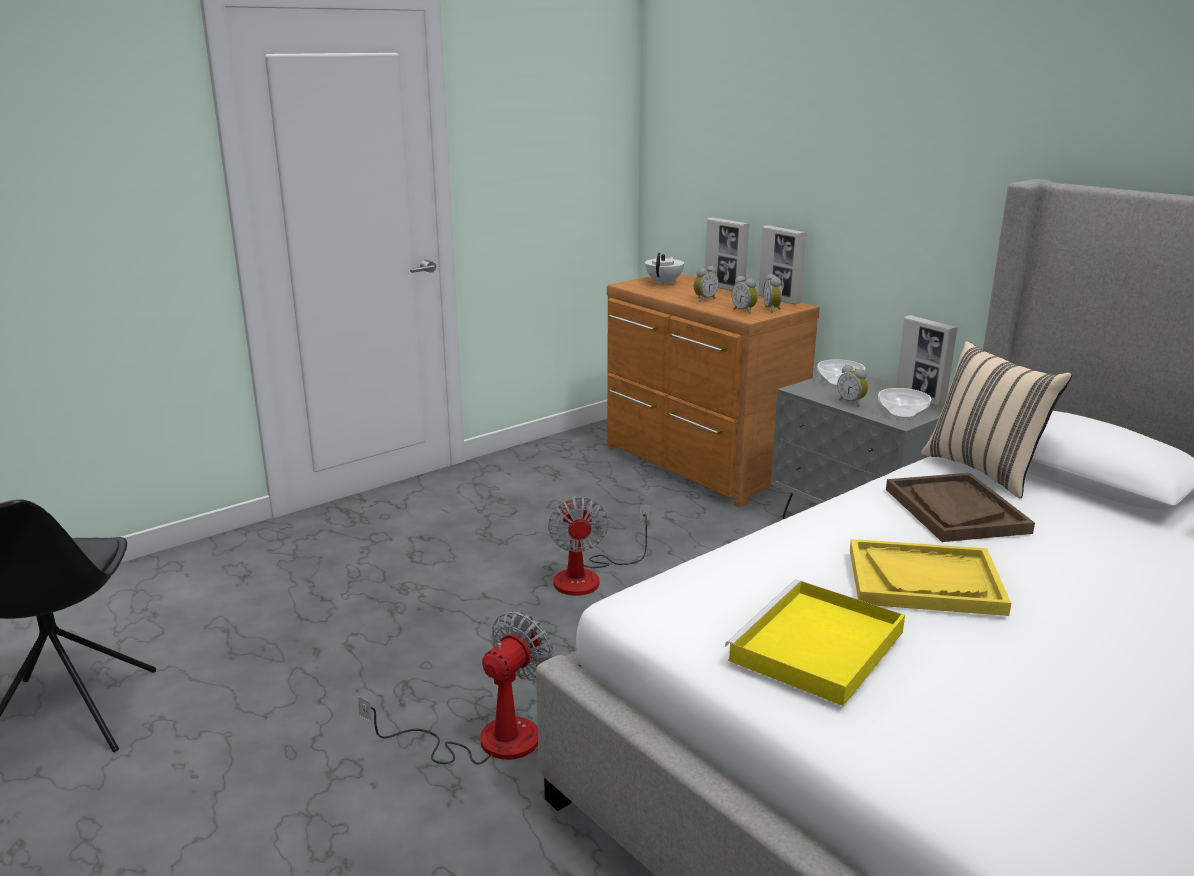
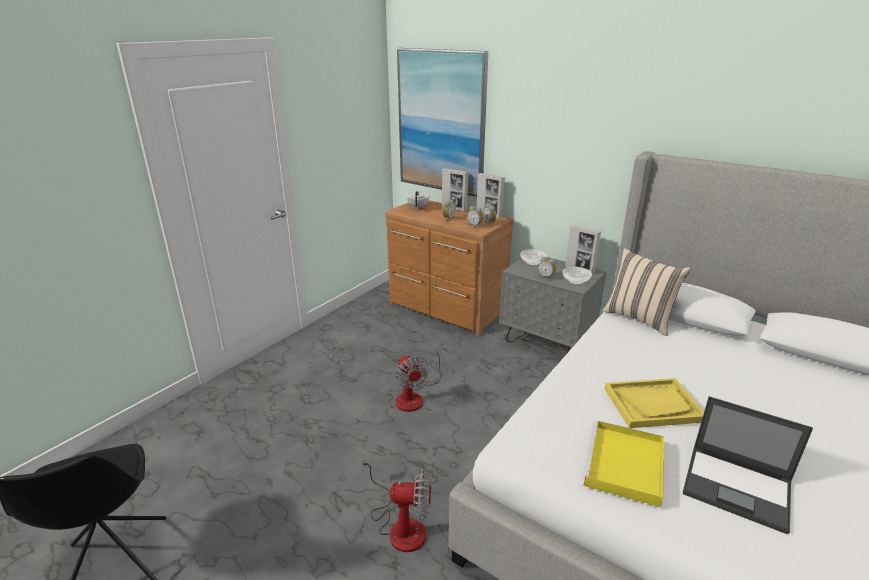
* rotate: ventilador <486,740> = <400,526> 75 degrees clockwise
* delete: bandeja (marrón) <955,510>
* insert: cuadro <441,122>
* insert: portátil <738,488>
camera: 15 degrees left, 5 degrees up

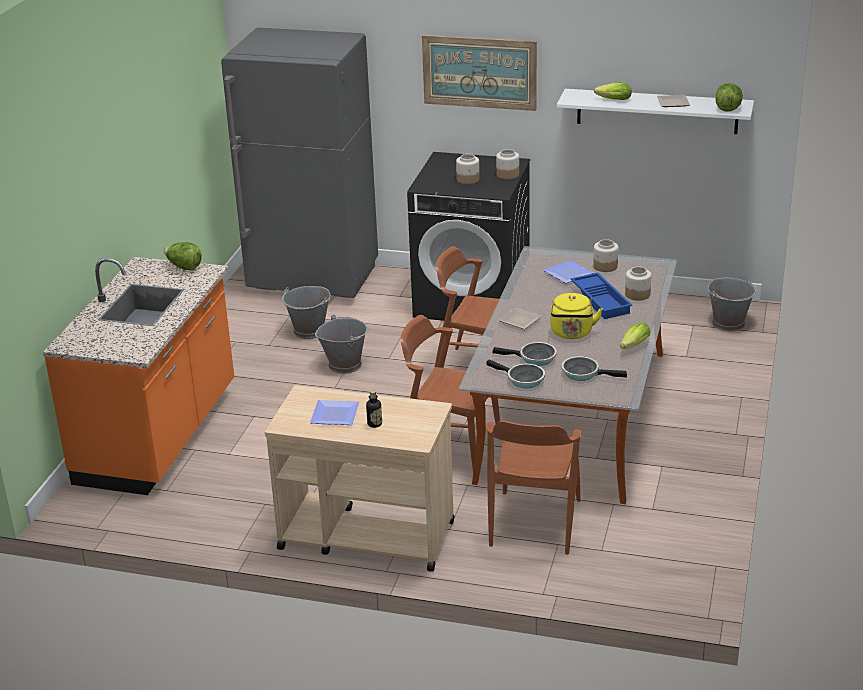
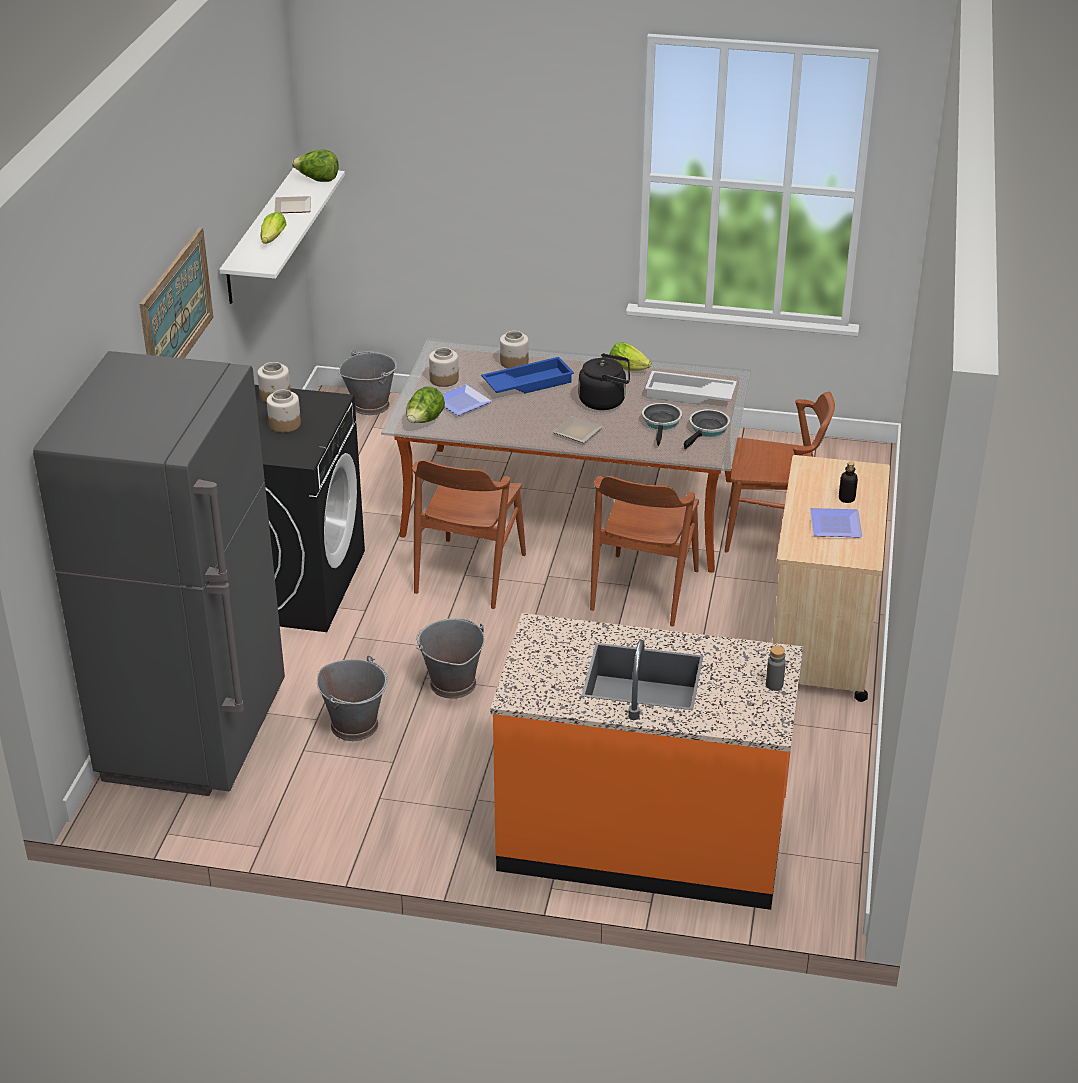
* move: lechuga <184,267> to <424,421>
* recolor: hervidor (amarillo) <572,333> to hervidor (negro) <605,401>
* replace: sartén <584,373> to bandeja (blanco) <689,395>
* insert: botella (gris) <774,685>
camera: 95 degrees left, 5 degrees up

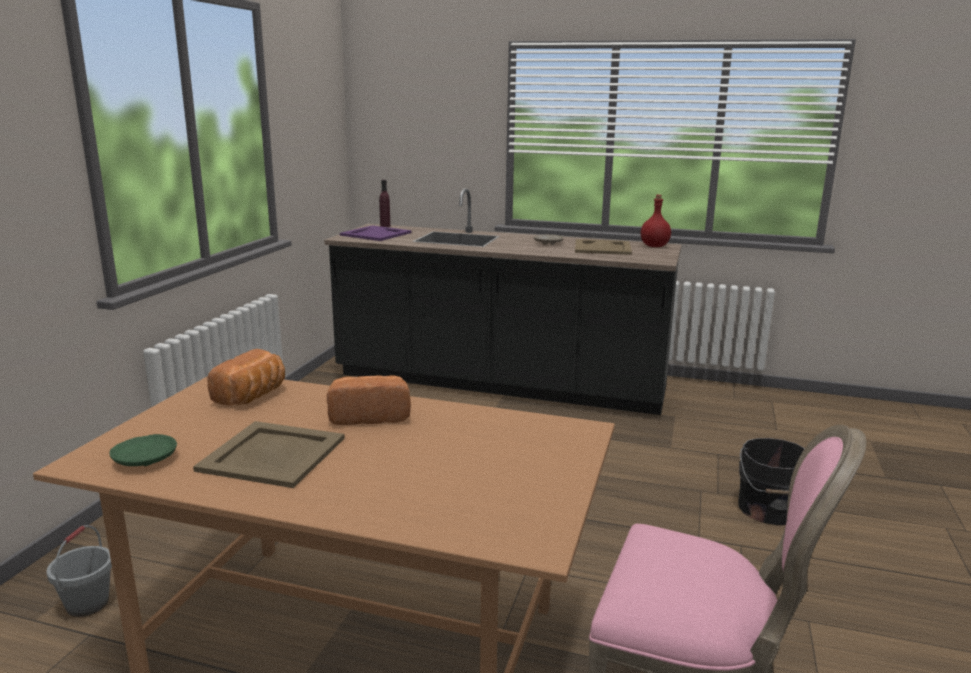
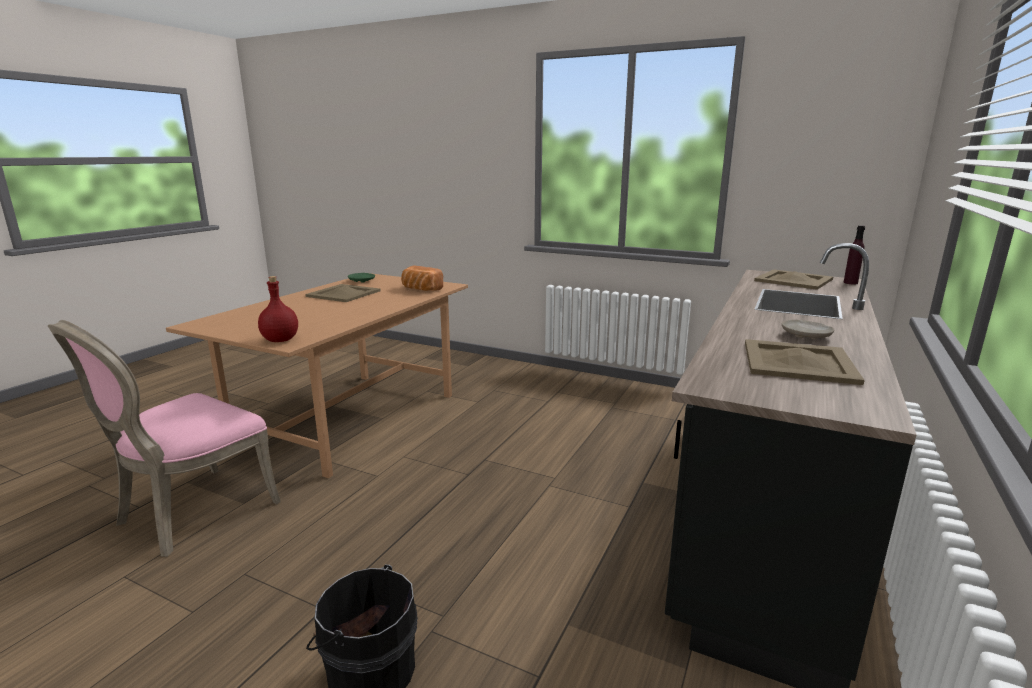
* delete: cubo (gris) <87,603>
* delete: pan <370,416>
* recolor: bandeja (morado) <376,234> to bandeja (beis) <793,280>
* move: botella (rojo) <654,246> to <281,340>
camera: 100 degrees right, 0 degrees up

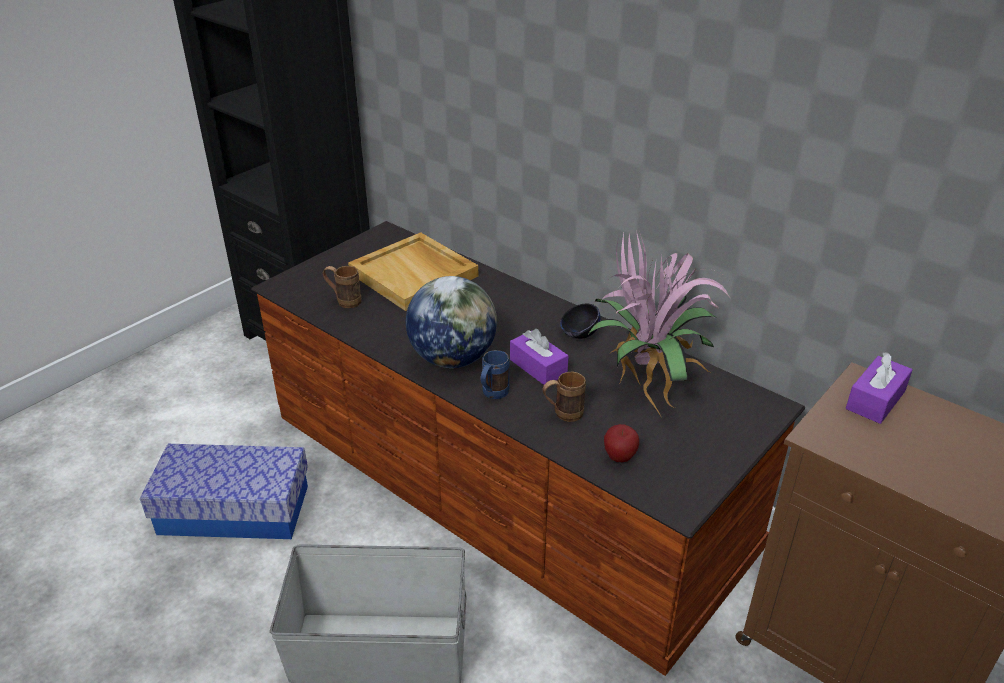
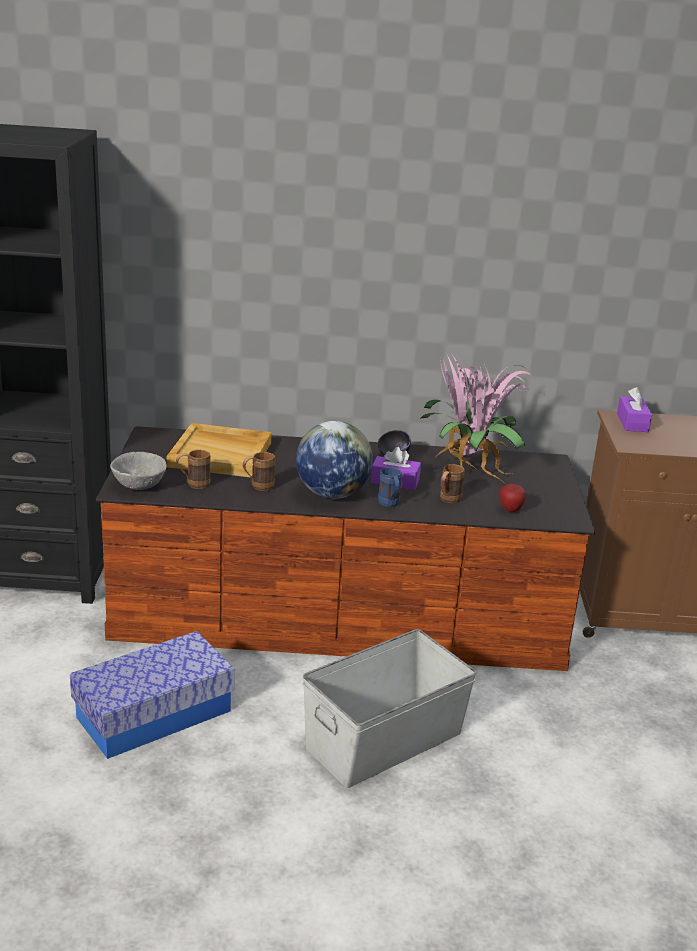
* insert: cuenco (gris) <139,485>
* insert: taza grande (marrón) <258,487>
camera: 40 degrees left, 10 degrees down

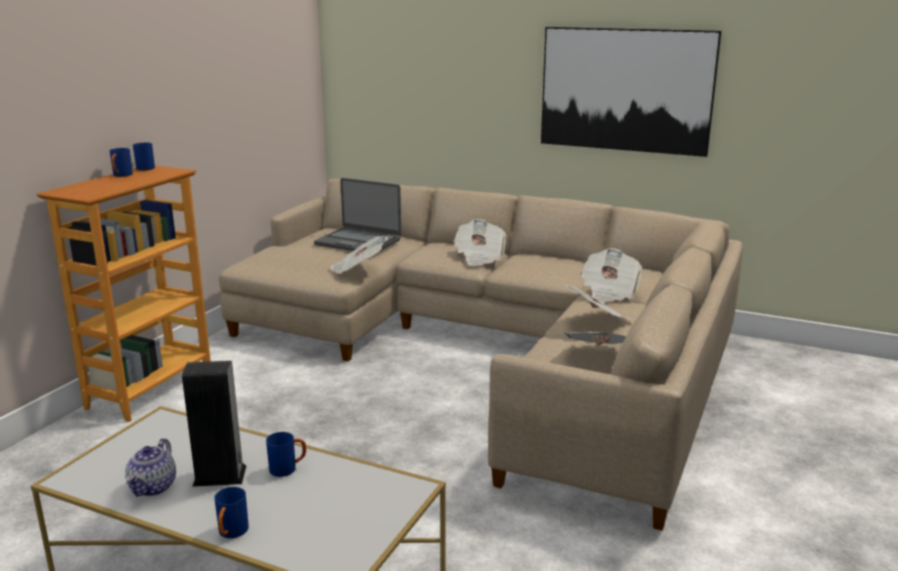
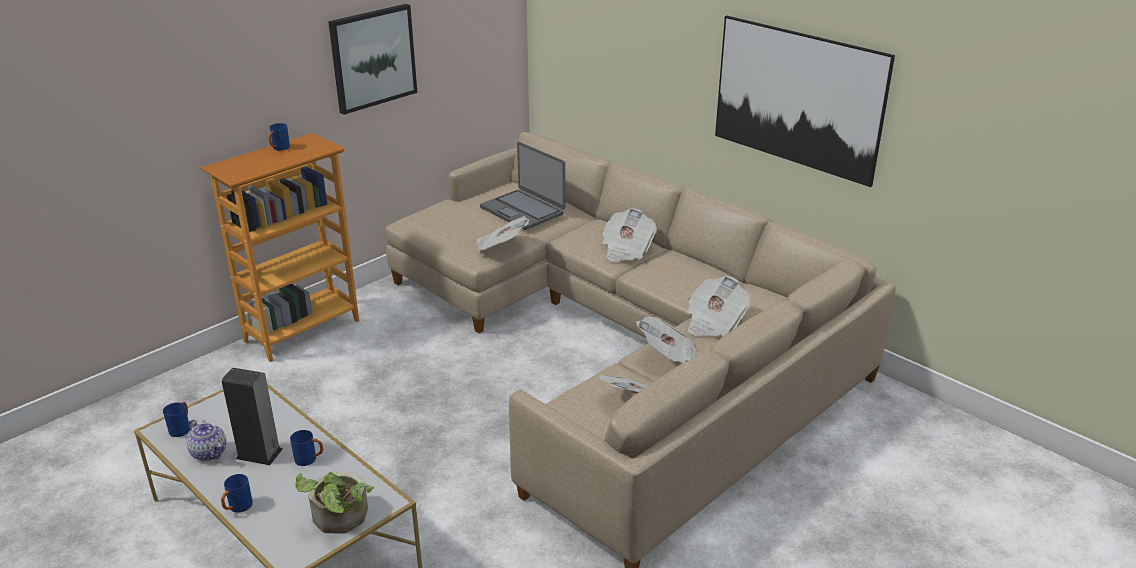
* rotate: tetera <153,487> = <210,453> 75 degrees counterclockwise
* move: taza grande (azul) <146,168> to <182,428>
* insert: planta en maceta <339,520>
* insert: cuadro <373,58>
camera: 20 degrees right, 10 degrees up

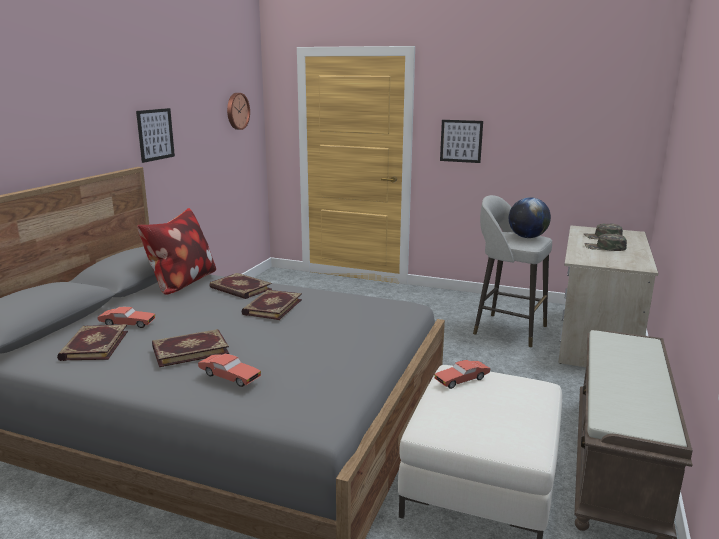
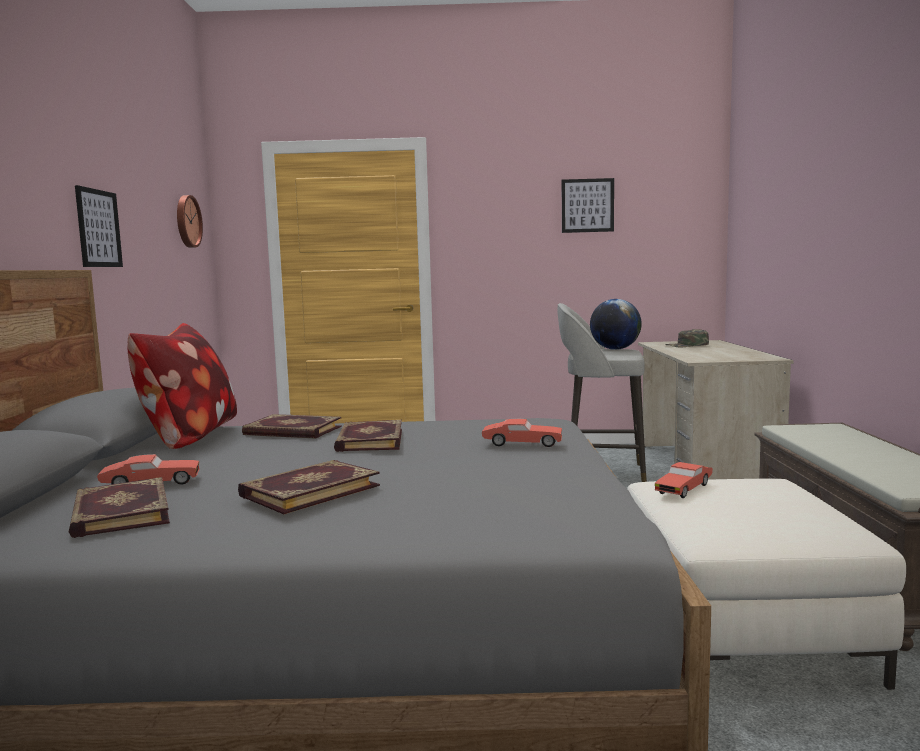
* move: coche de juguete (rojo) <229,377> to <522,444>
* move: cuadro <461,141> to <587,205>
* delete: gorra (verde) <604,247>
camera: 20 degrees left, 10 degrees down

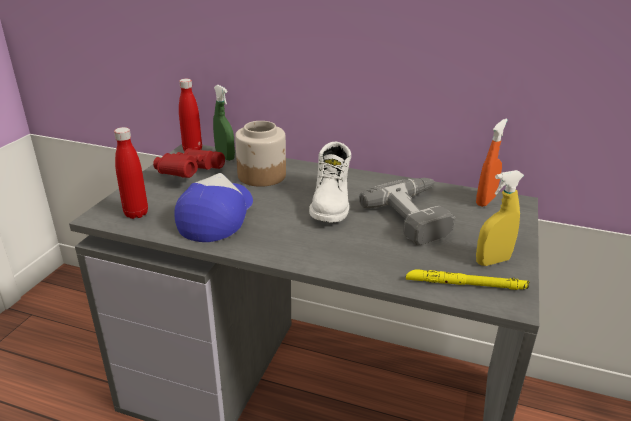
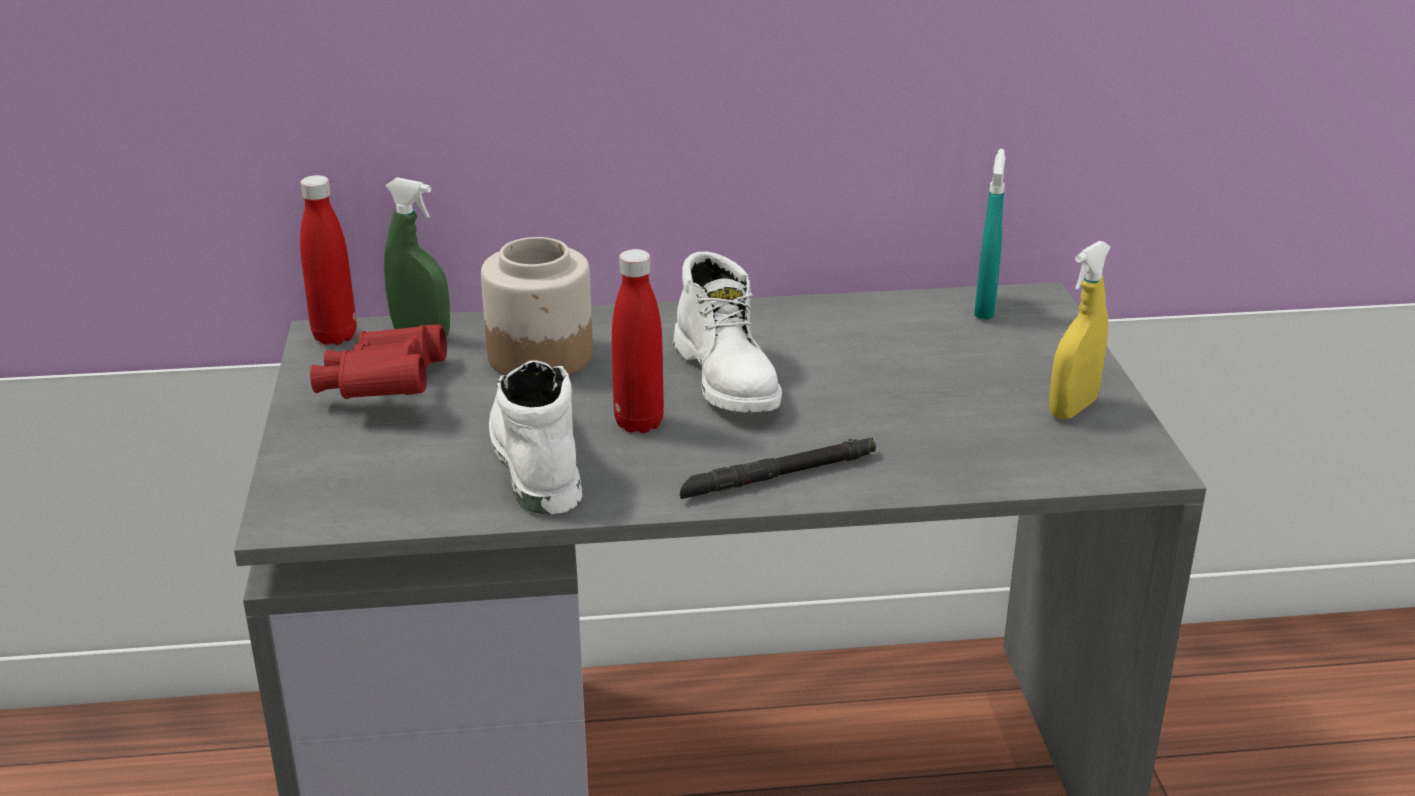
* move: botella (rojo) <136,214> to <639,423>
* replace: gorra <217,216> to bota (blanco) <533,456>
* delete: taladro <418,216>
* delete: linterna (amarillo) <466,284>
* recolor: pulverizador (naranja) <485,201> to pulverizador (turquesa) <985,308>
* insert: linterna (negro) <778,476>
camera: 25 degrees left, 0 degrees up

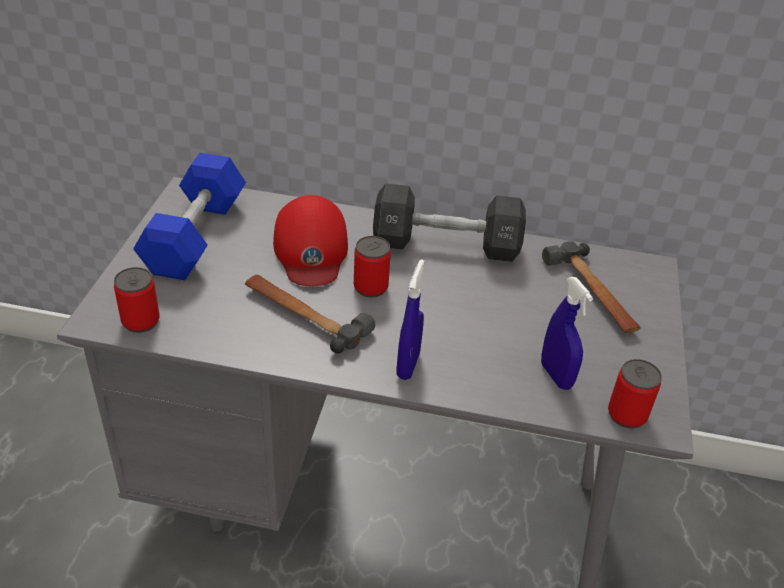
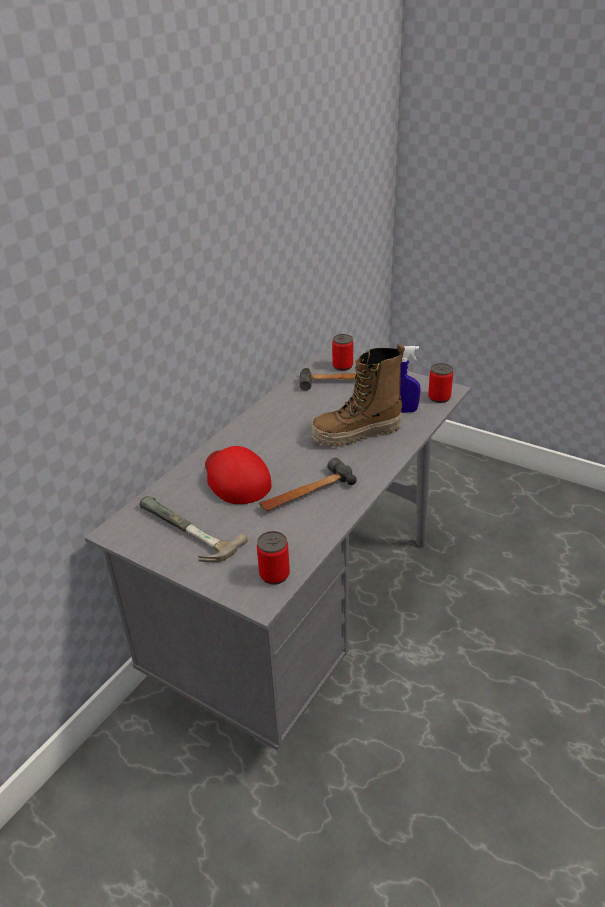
* replace: mancuerna (azul) <195,236> to martillo <182,534>
* rotate: gorra (rojo) <311,249> = <235,478> 135 degrees counterclockwise
* move: lata <370,287> to <342,366>
* delete: mancuerna (negro) <446,244>
* delete: pulverizador (azul) <408,365>
* insert: bota <356,434>
camera: 65 degrees left, 5 degrees down

